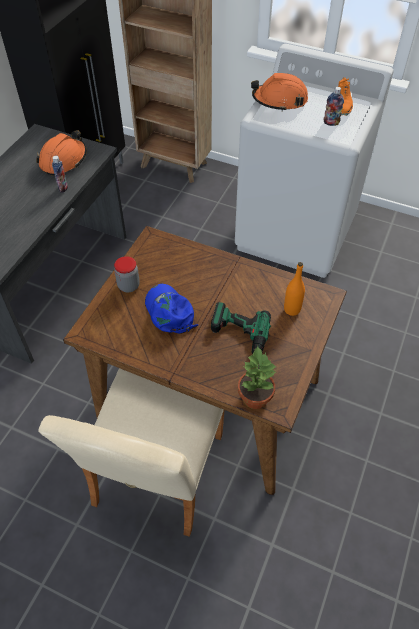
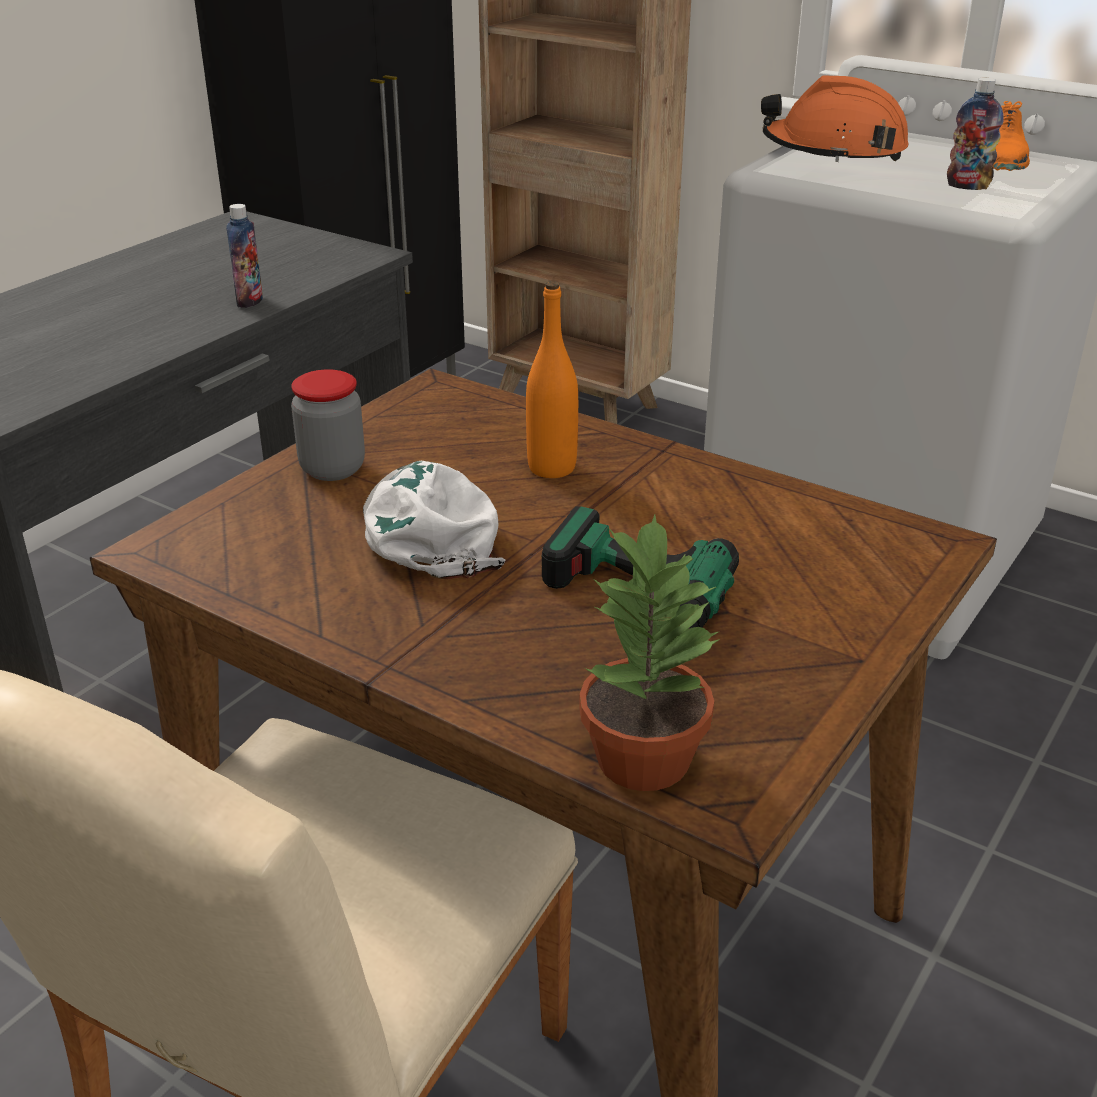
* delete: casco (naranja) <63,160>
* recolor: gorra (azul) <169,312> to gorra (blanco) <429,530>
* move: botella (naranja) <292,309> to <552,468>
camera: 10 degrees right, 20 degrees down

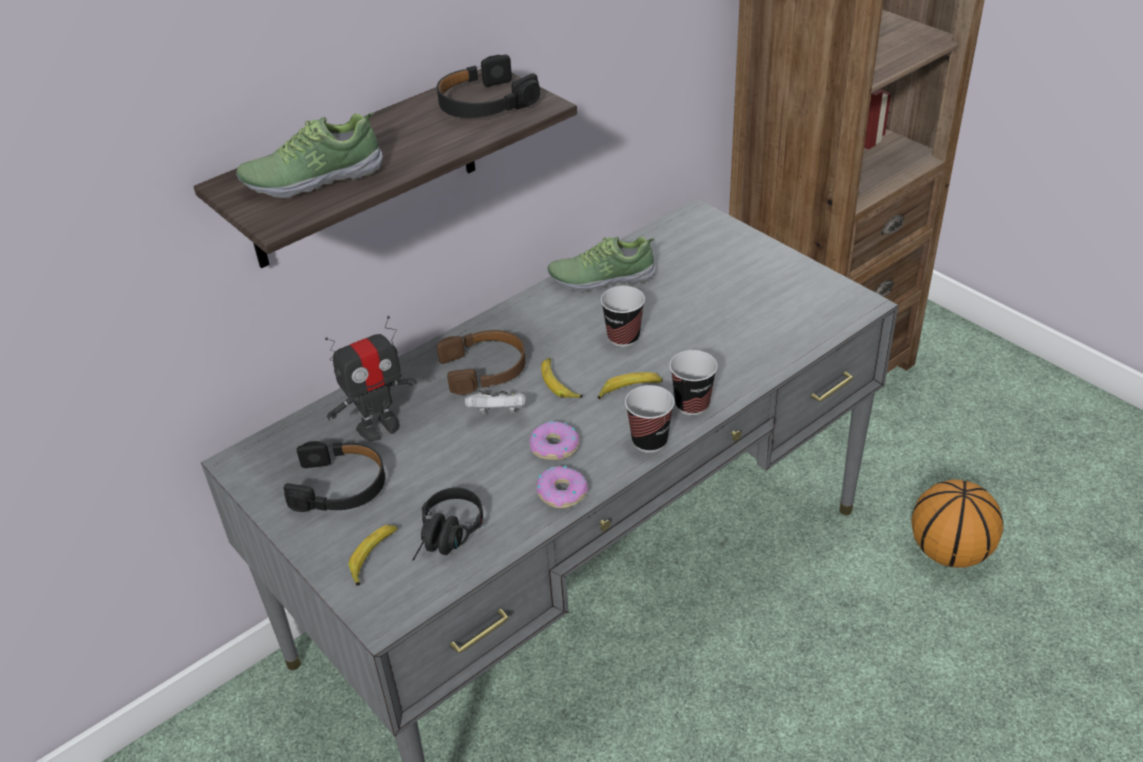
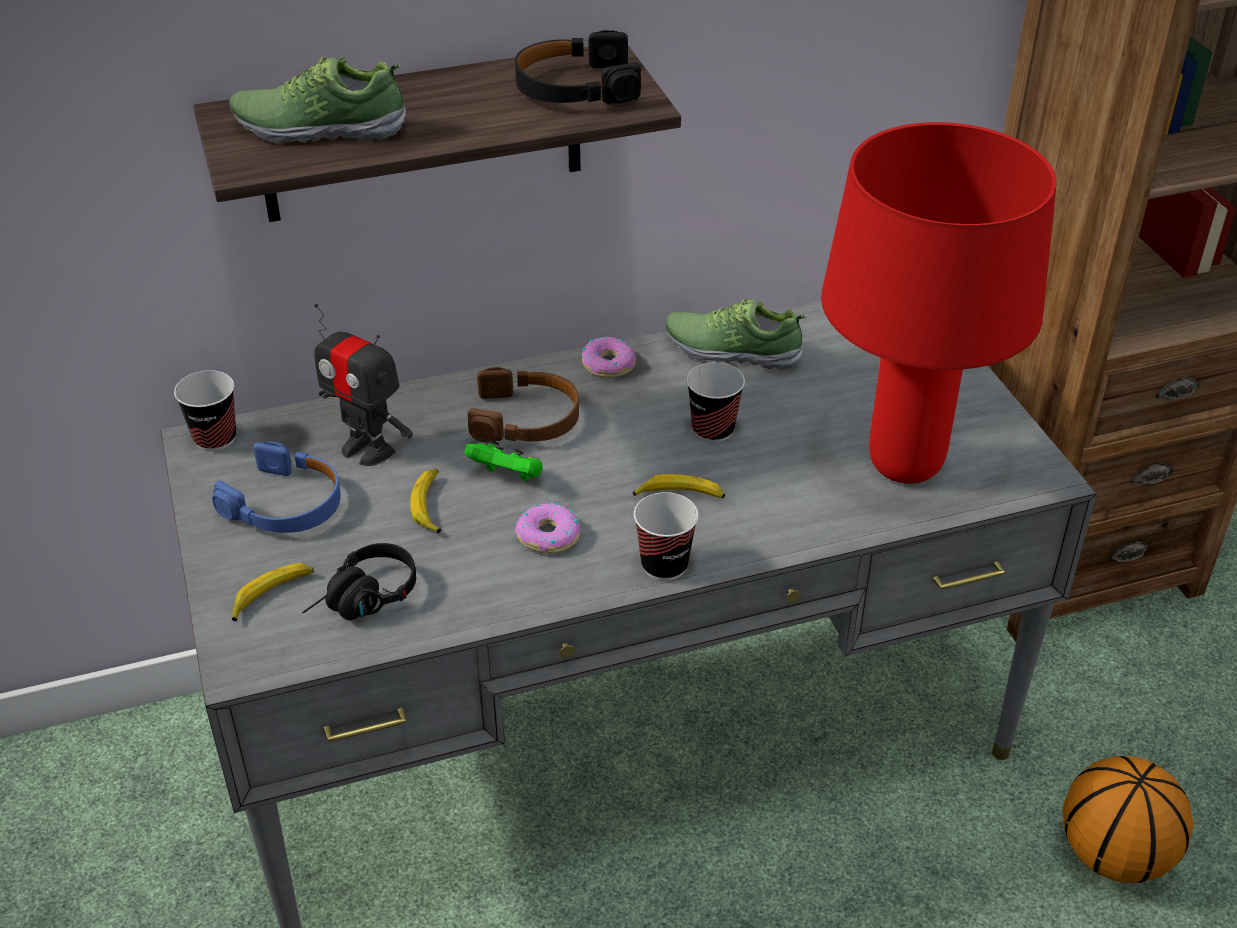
* recolor: auriculares (negro) <340,486> to auriculares (azul) <285,504>
* rotate: robot de juguete <378,426> = <367,449> 45 degrees clockwise
* recolor: mando de consola (blanco) <498,414> to mando de consola (verde) <508,477>
* move: rosquilla <562,492> to <608,364>
* move: plátano <559,383> to <430,506>
* move: taza <692,404> to <215,438>
* insert: lámpara de mesa (rojo) <906,464>
camera: 20 degrees right, 0 degrees up

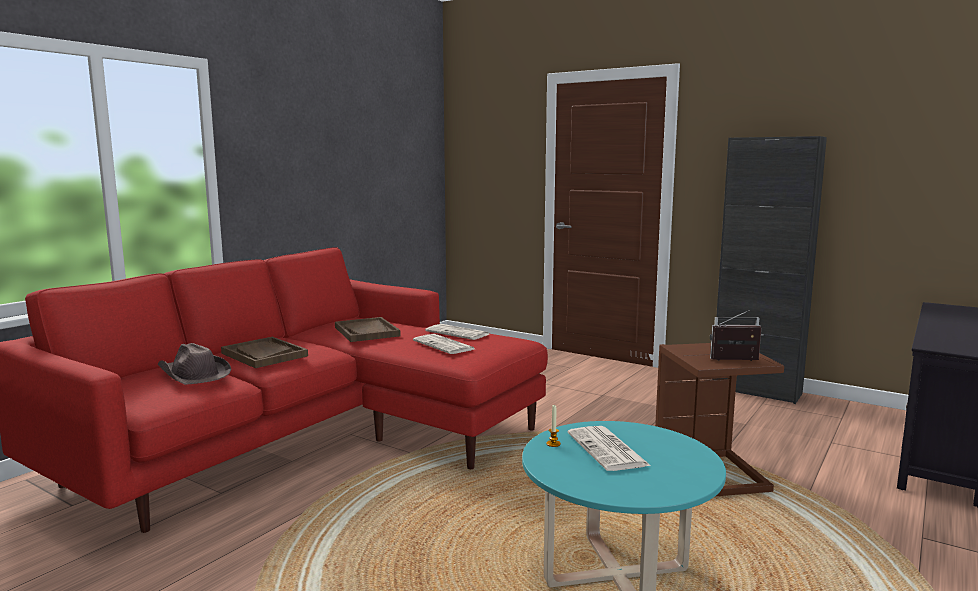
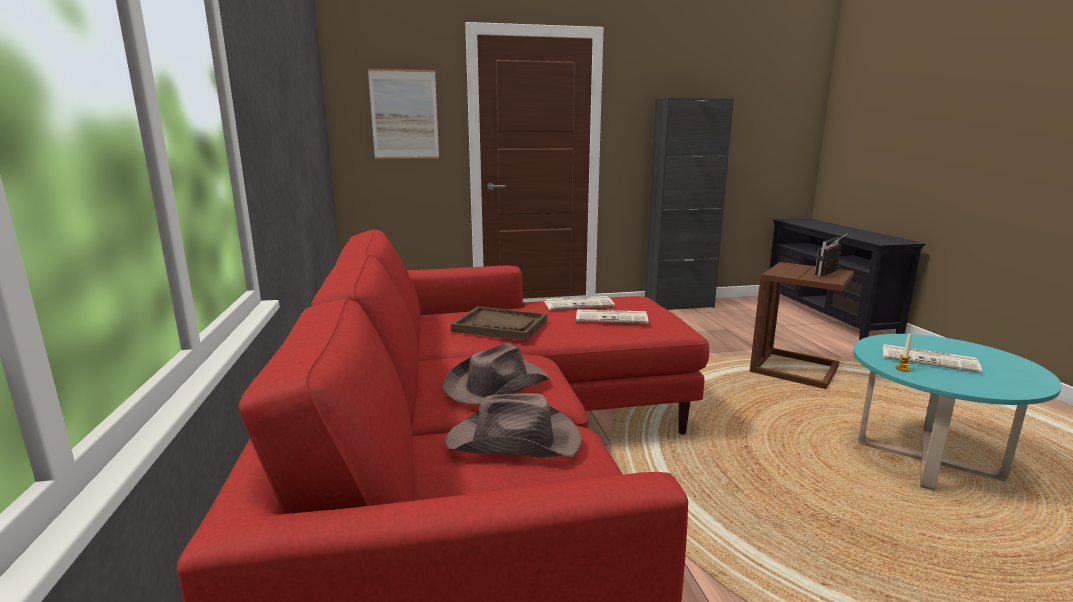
* replace: bandeja (marrón) <264,354> to sombrero (marrón) <495,385>
* insert: cuadro <404,114>
camera: 45 degrees left, 5 degrees up

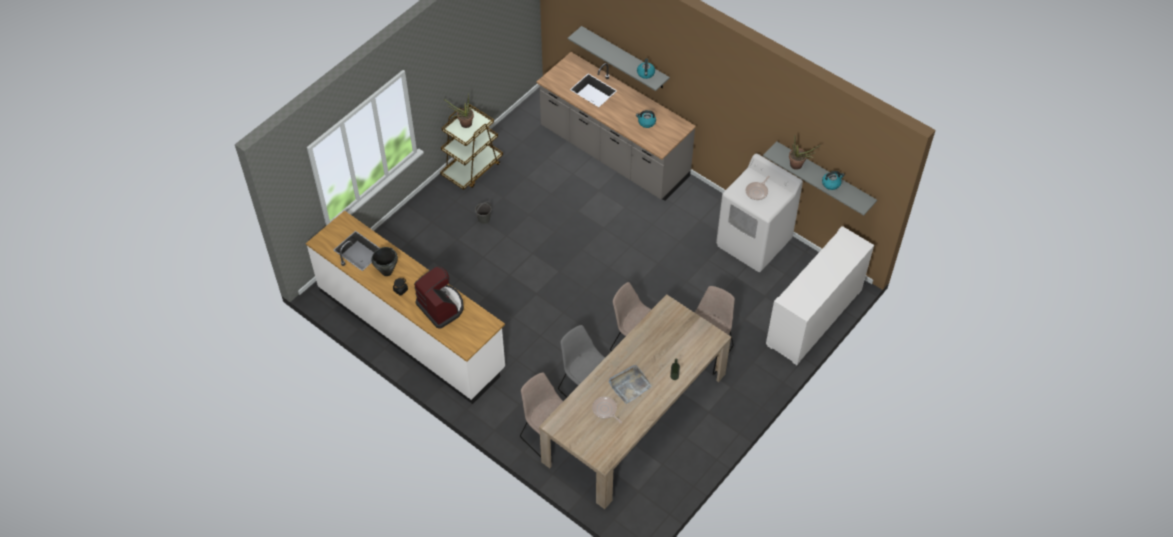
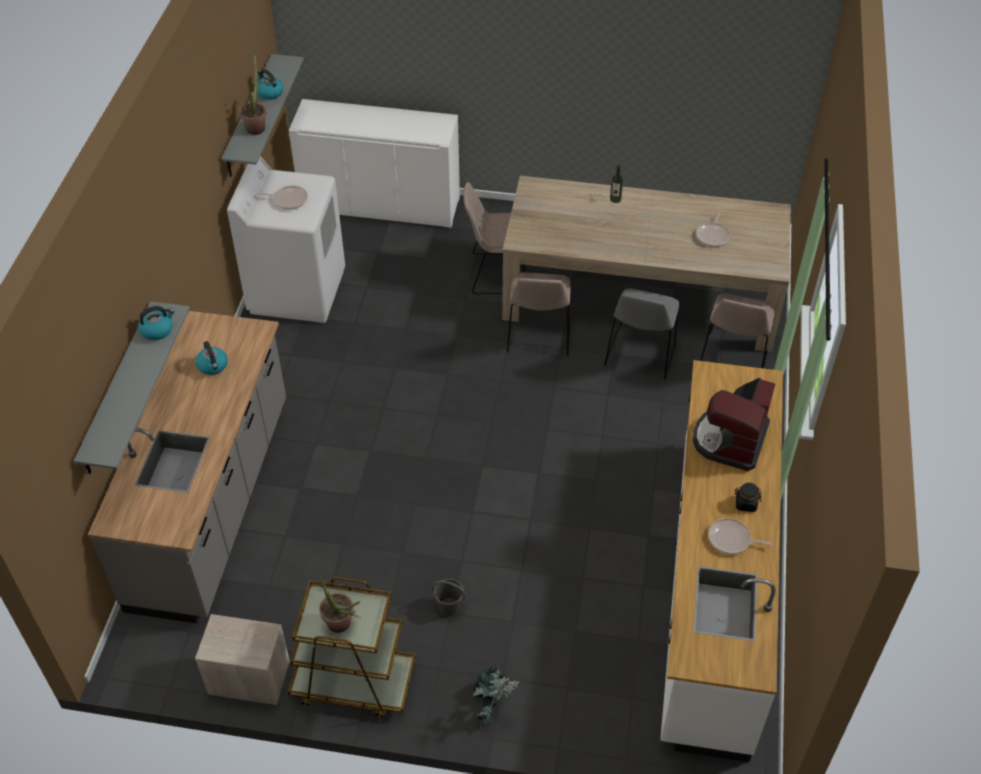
* replace: olla (negro) <386,272> to sartén <731,540>
* delete: bandeja (gris) <629,385>
* insert: mesita de noche <248,678>
* insert: planta en maceta <491,707>
camera: 120 degrees left, 5 degrees down

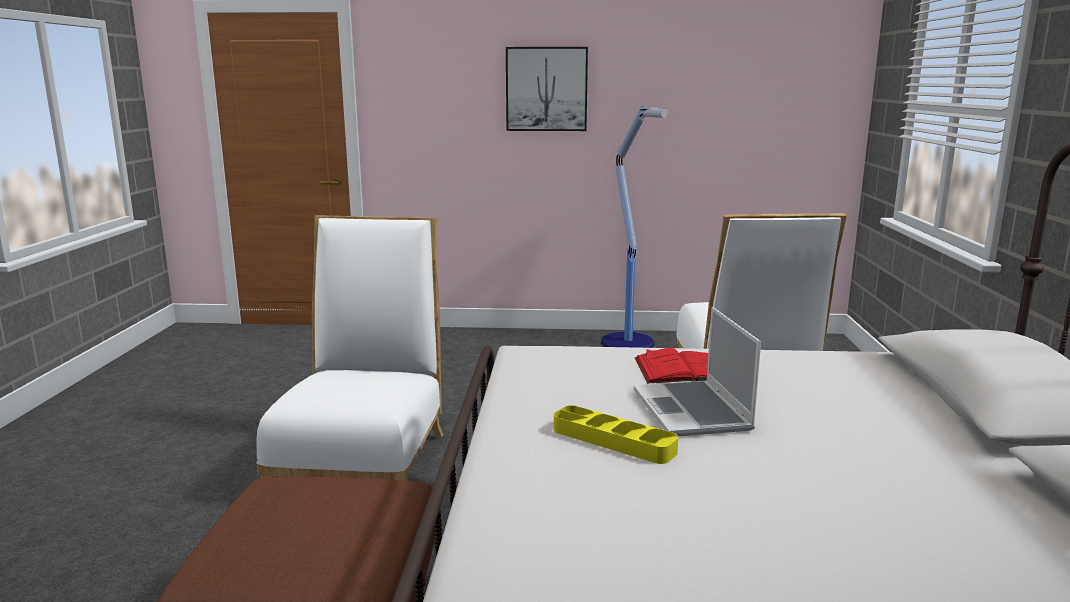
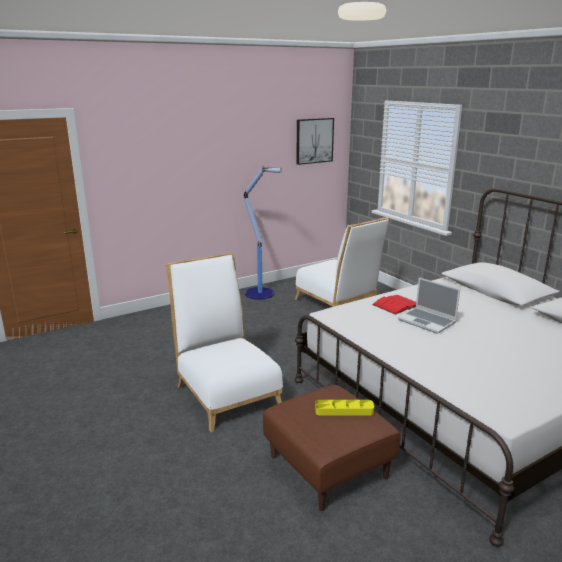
* move: cuadro <546,89> to <314,140>
* move: bandeja (amarillo) <613,440> to <344,410>
camera: 35 degrees left, 5 degrees up

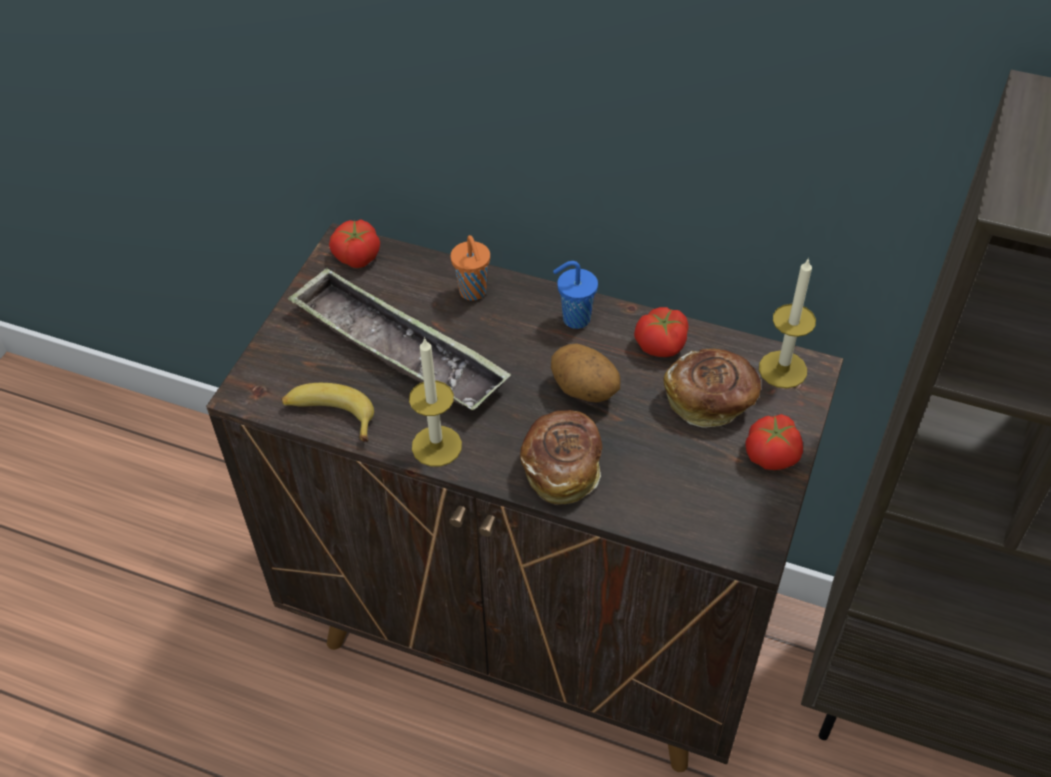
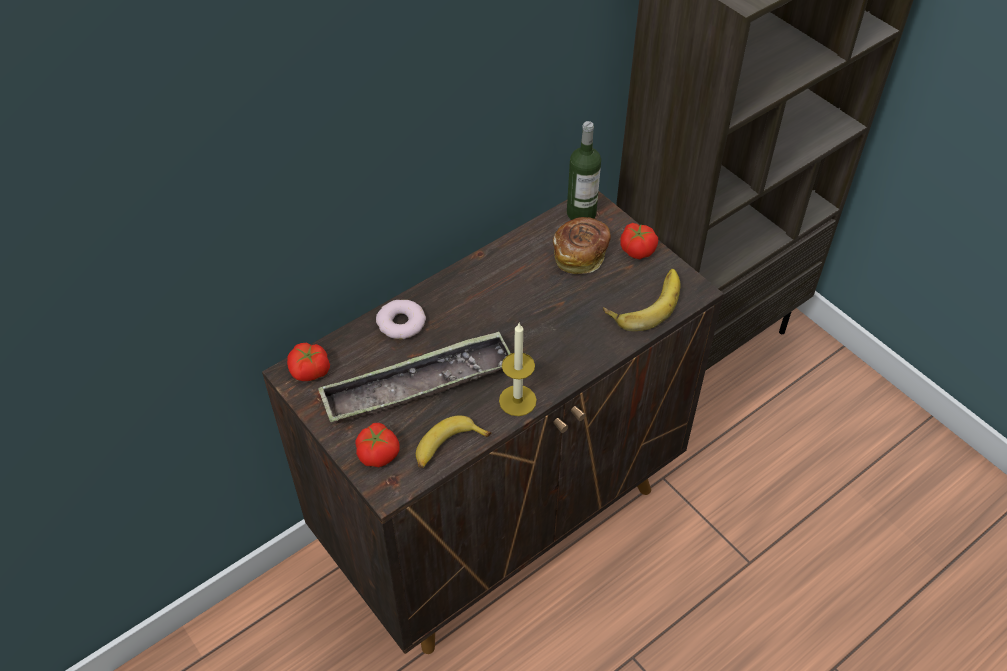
* replace: taza (naranja) <473,292> to rosquilla <401,323>
* delete: pan <562,469>
* delete: patata <583,391>
* delete: taza (azul) <574,319>
* move: tomate <662,345> to <379,453>
* replace: vela <782,369> to botella <581,213>
* insert: plátano <644,302>
camera: 60 degrees left, 0 degrees up

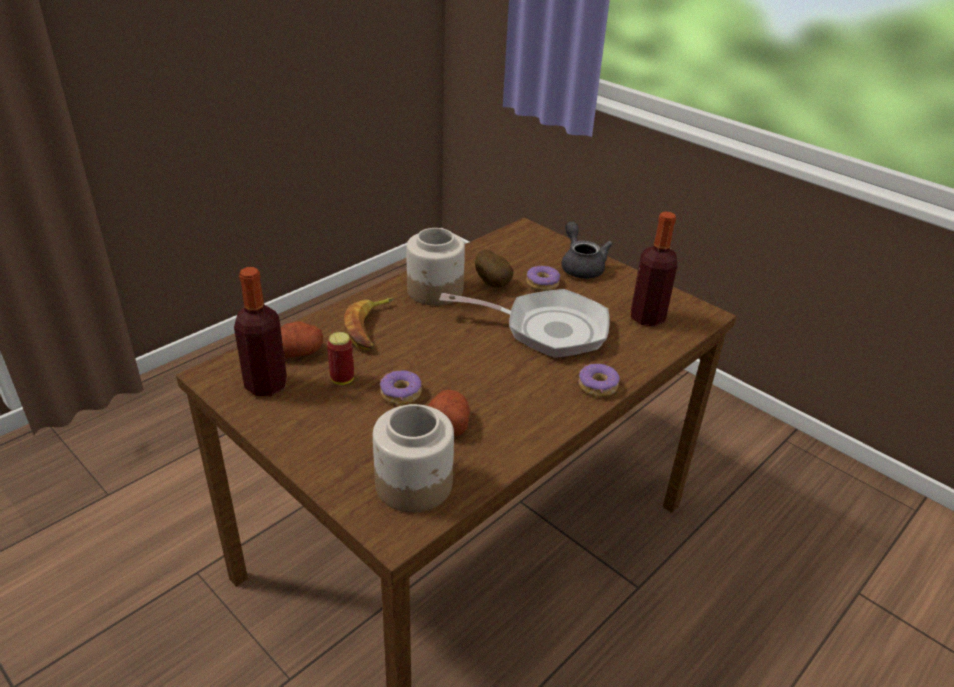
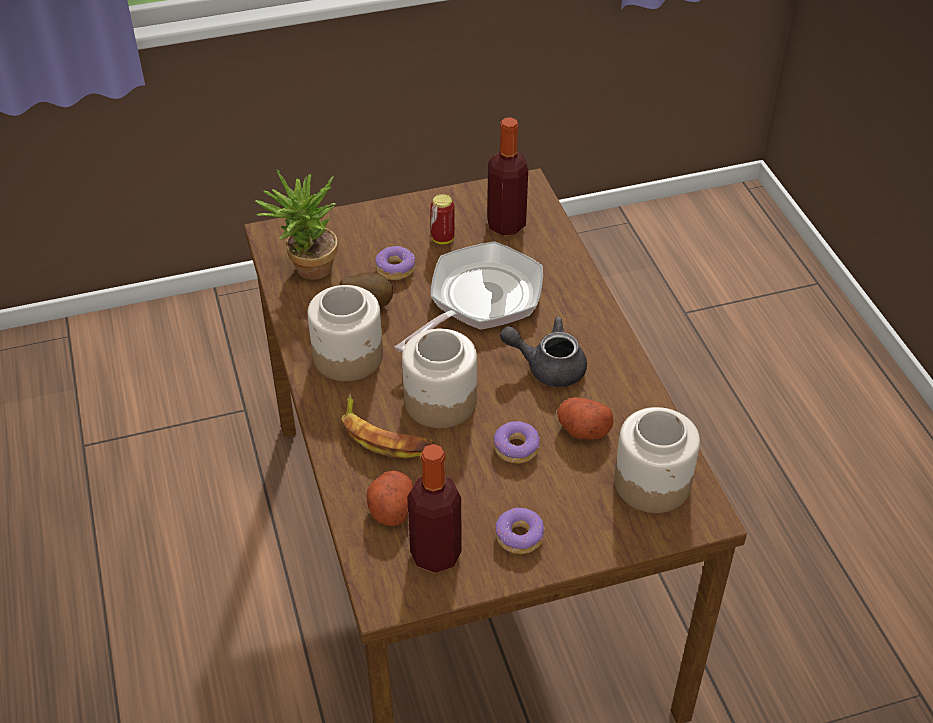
* move: lata <342,379> to <442,239>
* move: tetera (gris) <581,266> to <547,366>
* move: rosquilla <597,386> to <520,537>
* insert: planta en maceta <306,270>
* insert: tarro <439,401>
camera: 60 degrees left, 10 degrees up

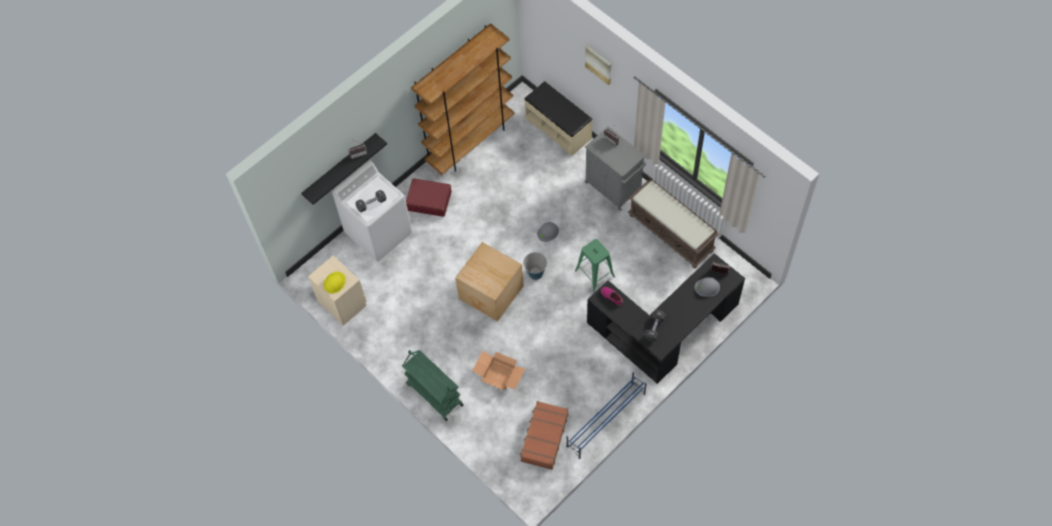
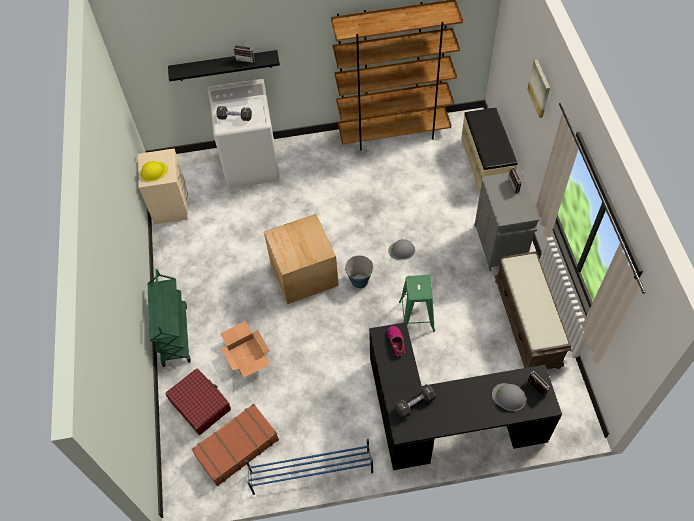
* move: maleta (rojo) <429,201> to <200,404>
camera: 35 degrees right, 5 degrees down

